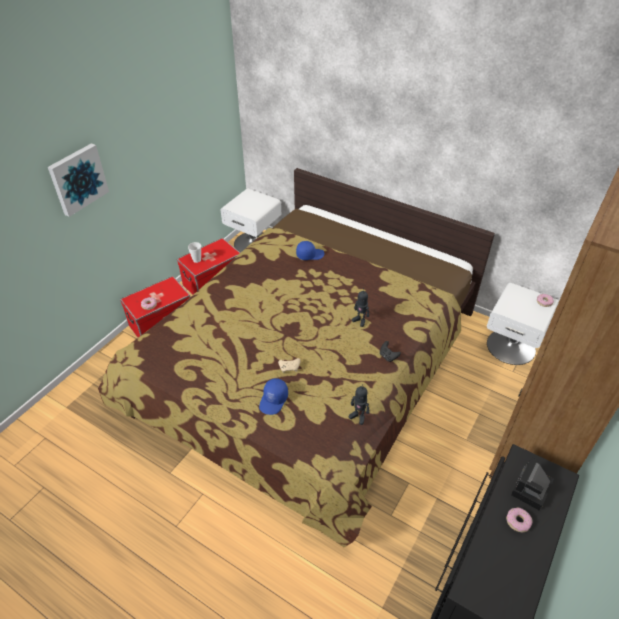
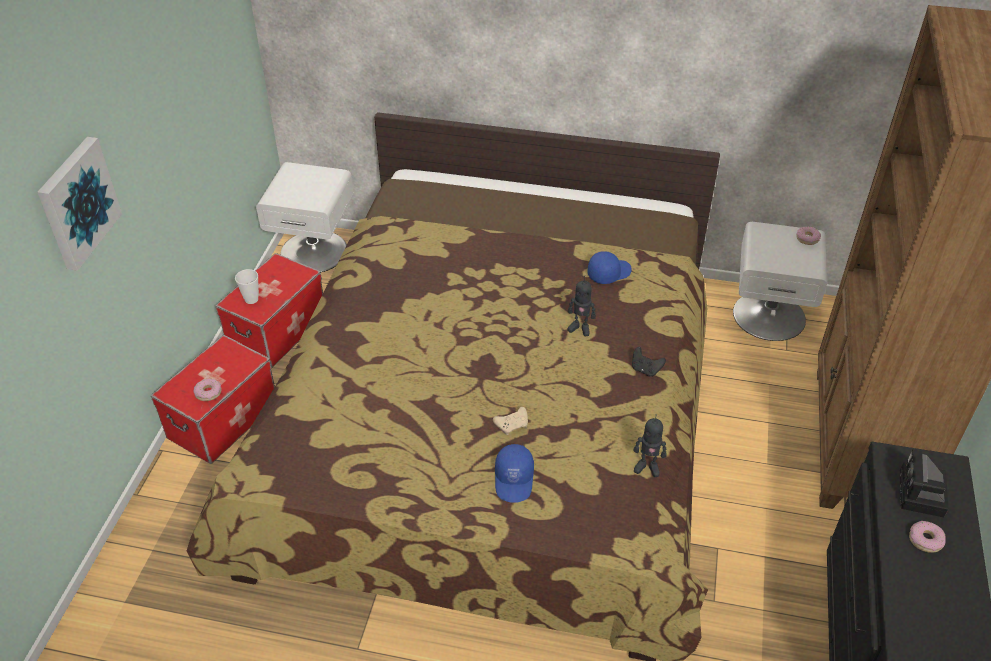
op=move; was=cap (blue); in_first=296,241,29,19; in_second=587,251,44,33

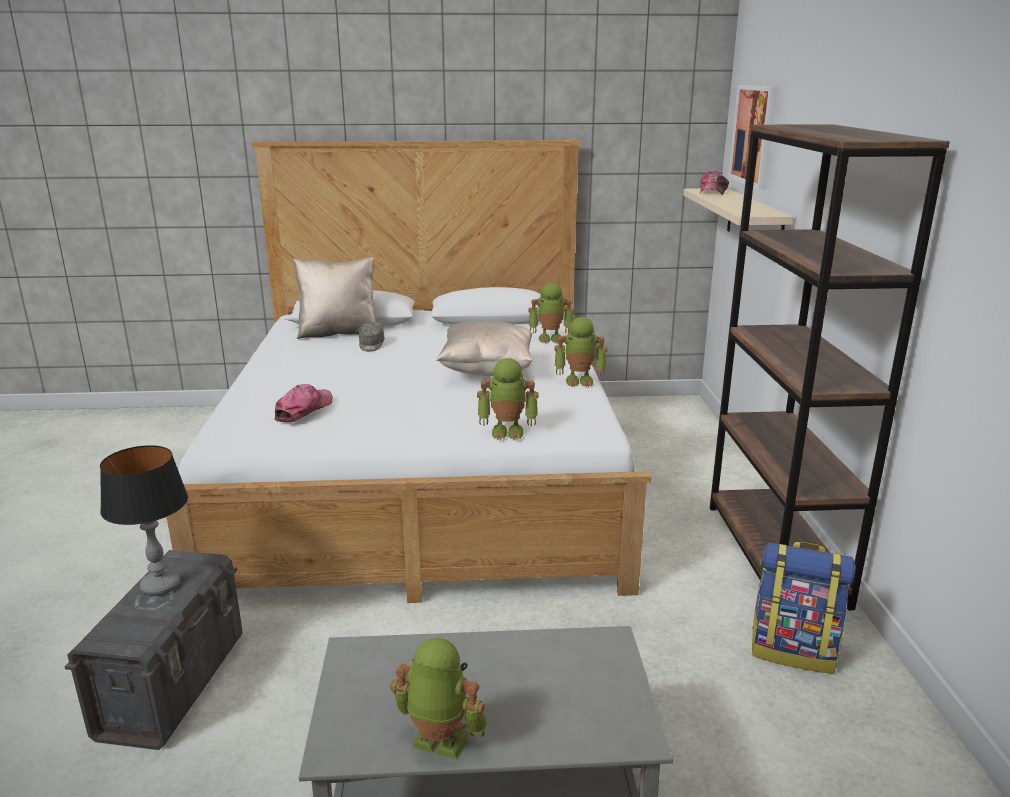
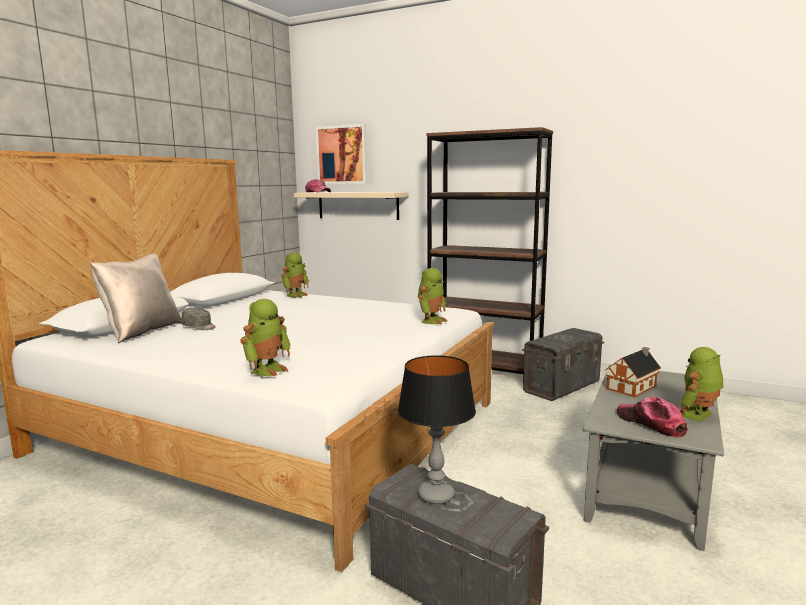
op=move; was=toy robot; in_first=554,317,53,71; in_second=240,299,51,77
op=delete; was=pillow (beige); in_first=436,320,96,56
op=move; was=cap; in_first=274,384,59,39; in_second=617,397,71,41
op=replace; was=backpack; now=storage box (grey); in_first=752,542,104,132; in_second=522,328,82,73
op=insert; now=toy house; in_second=605,347,56,50

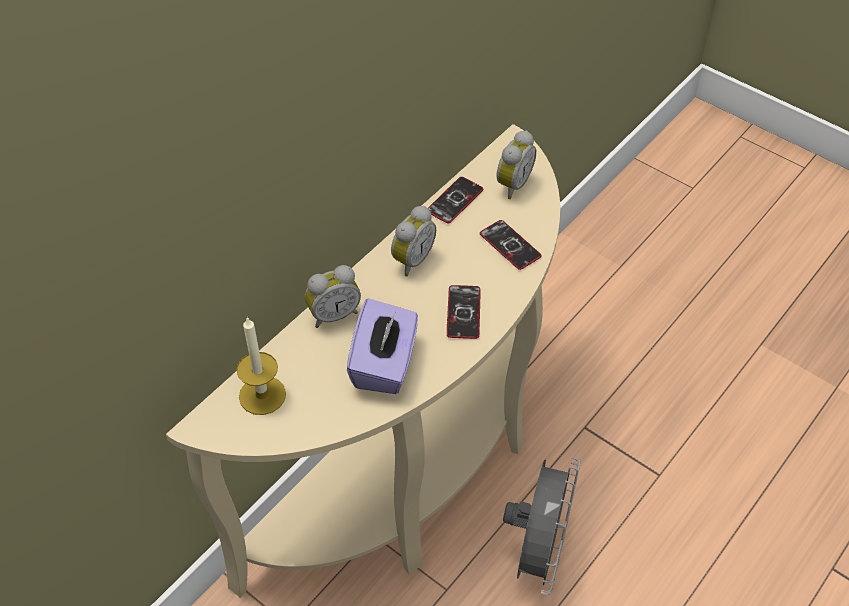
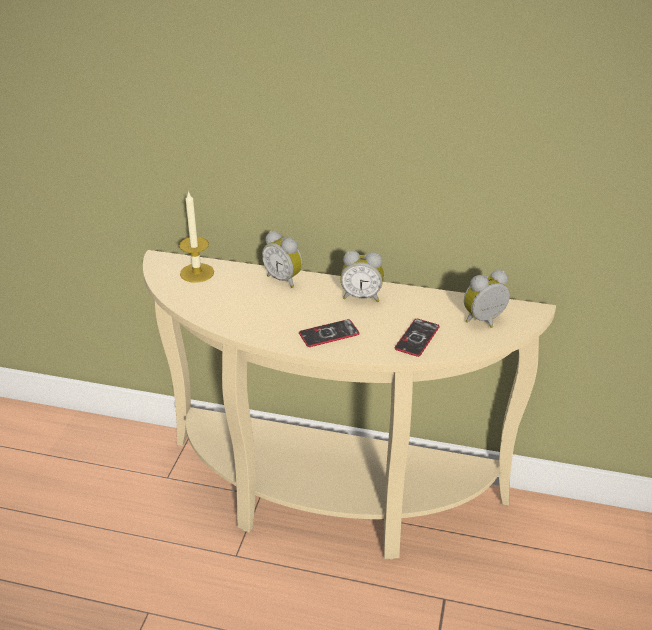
op=rotate; was=alarm clock; in_first=496,130,40,69; in_second=464,270,46,58; clockwise=150
op=delete; was=phone; in_first=428,177,55,46
op=delete; was=tissue box (purple); in_first=347,298,71,96
op=delete; was=fan (grey); in_first=503,457,77,138

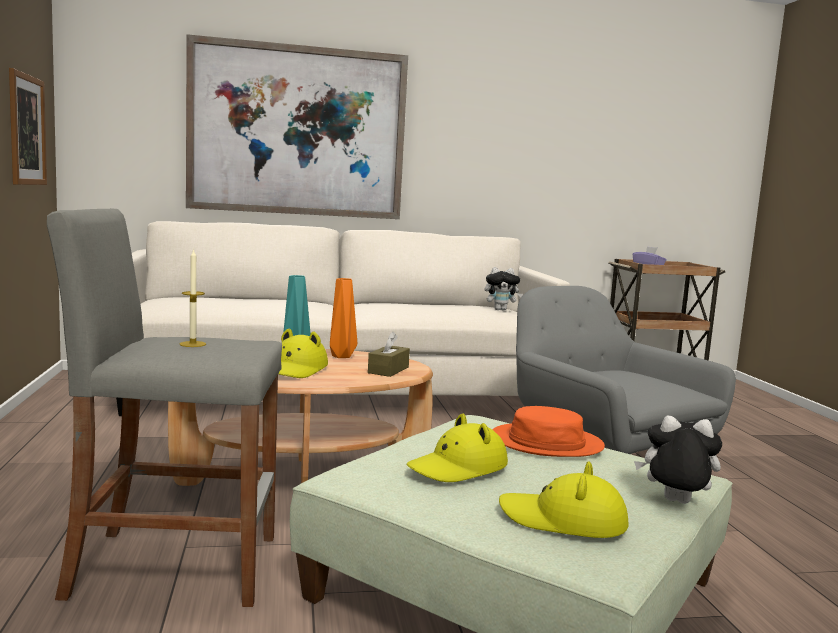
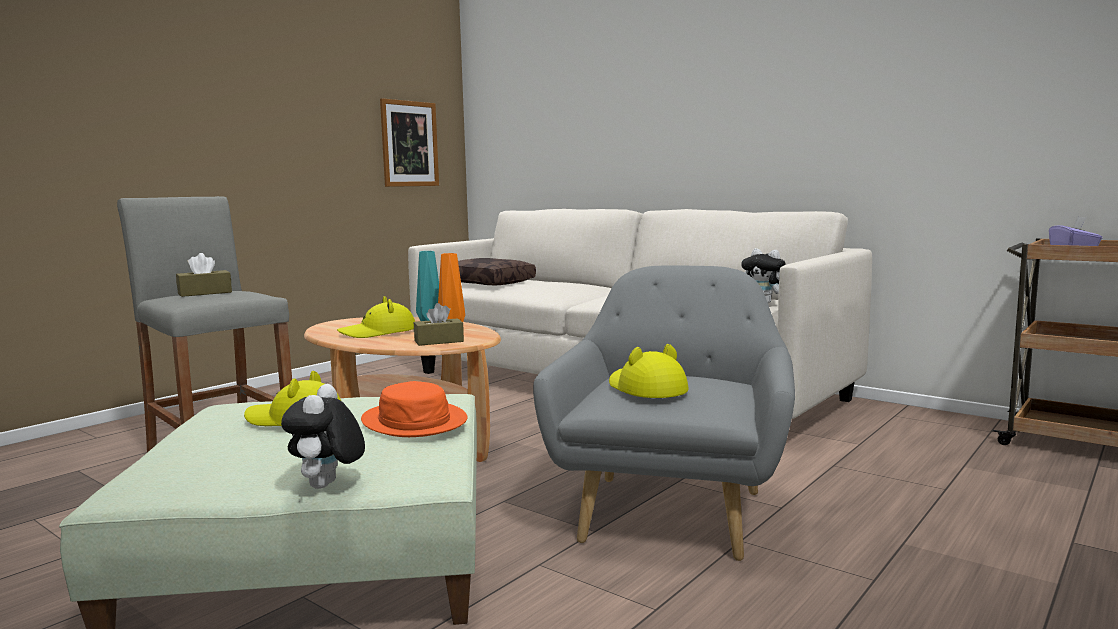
op=delete; was=picture; in_first=186,34,222,185
op=replace; was=candle; now=tissue box (brown); in_first=180,249,26,98; in_second=176,253,56,44
op=rotate; was=plush toy; in_first=634,415,88,89; in_second=281,384,84,105; clockwise=-150
op=move; was=hat (yellow); in_first=499,461,130,77; in_second=609,344,80,54
op=insert; now=pillow (brown); in_second=458,258,78,27

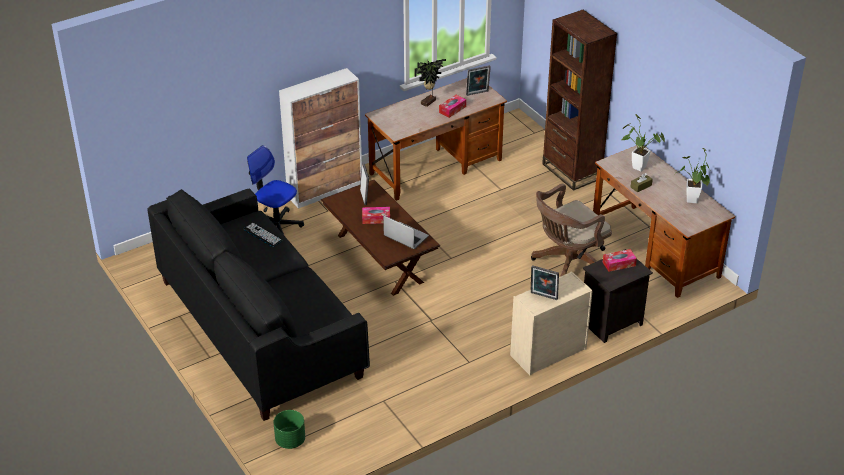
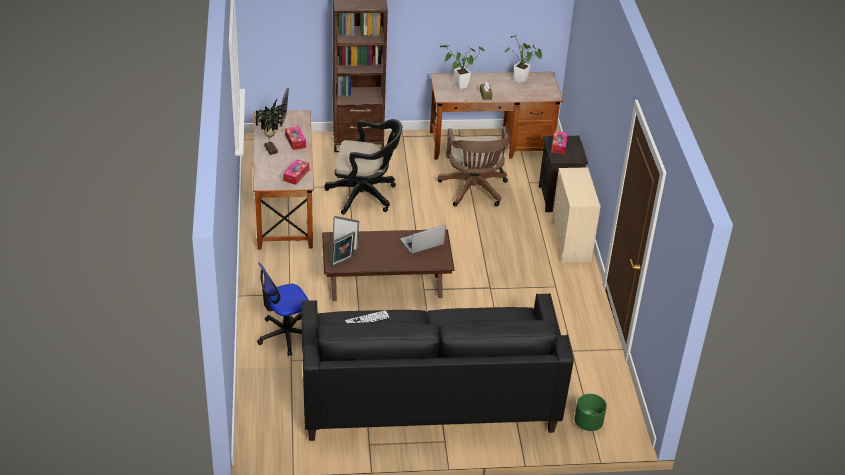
op=delete; was=cabinet; in_first=279,68,83,141
op=move; was=tissue box; in_first=362,207,28,17; in_second=283,159,26,26
op=move; was=picture frame; in_first=531,265,28,35; in_second=331,231,24,36
op=insert; now=office chair (black); in_second=325,119,77,95

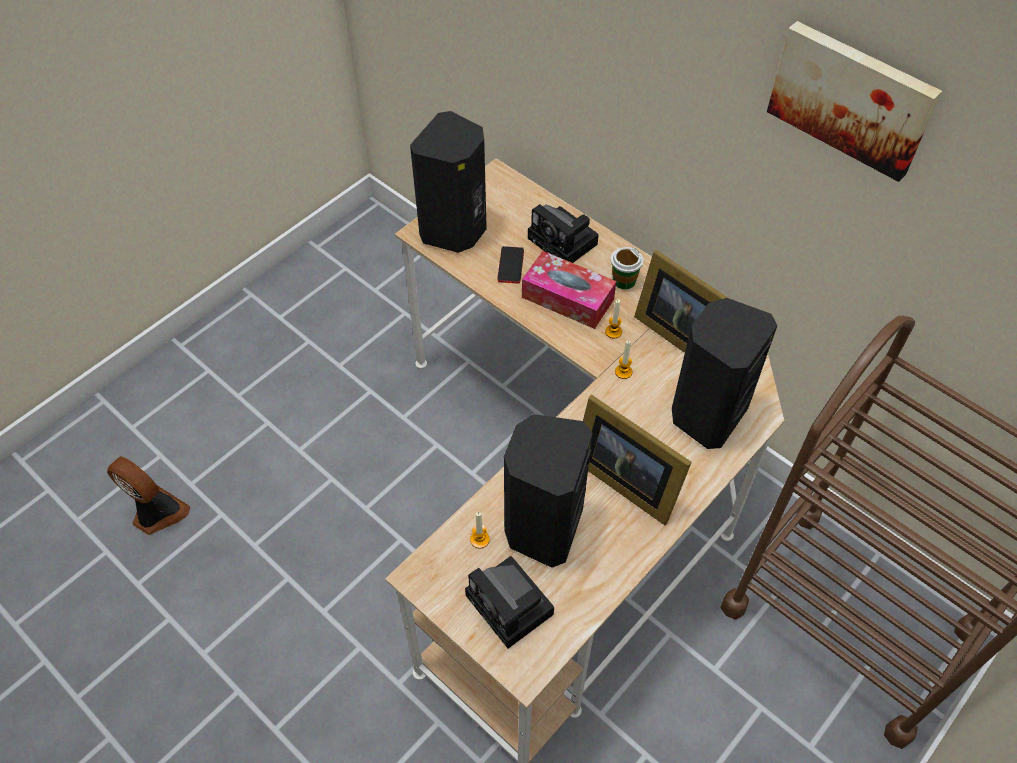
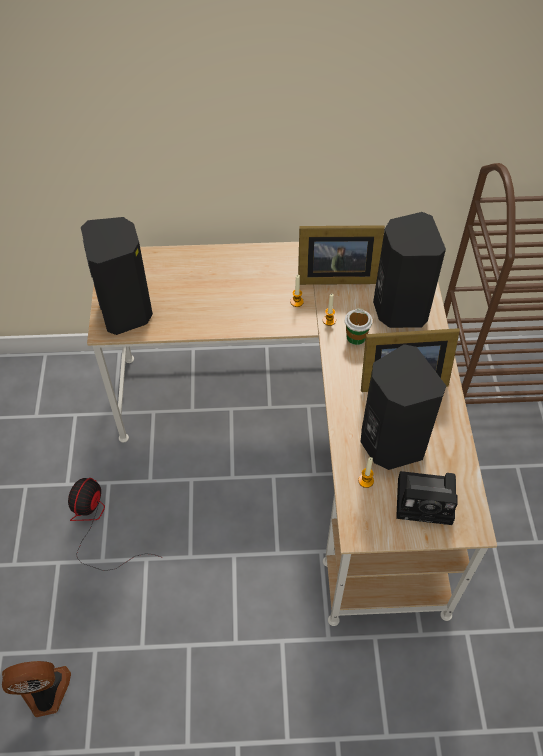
op=delete; was=picture; in_first=767,21,175,161
op=delete; was=photo camera; in_first=528,204,71,59
op=delete; was=phone; in_first=497,246,27,38
op=move; was=cup; in_first=611,247,33,42; in_second=345,308,28,37
op=delete; was=tissue box; in_first=522,251,94,78
op=insert; now=fan; in_second=68,478,93,93

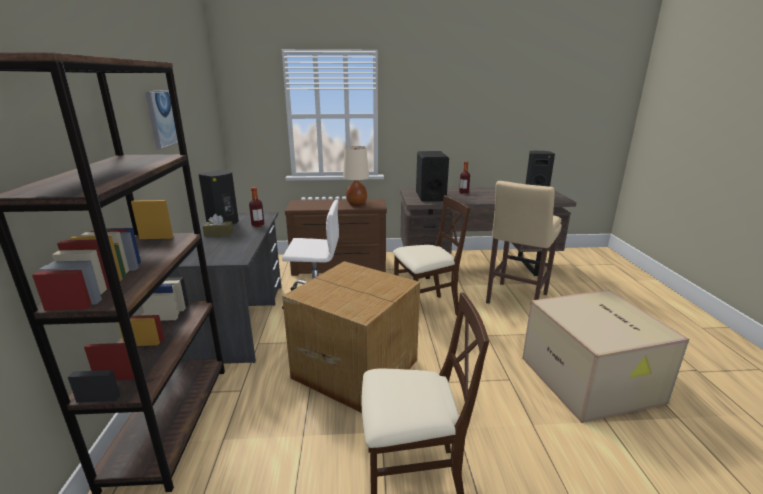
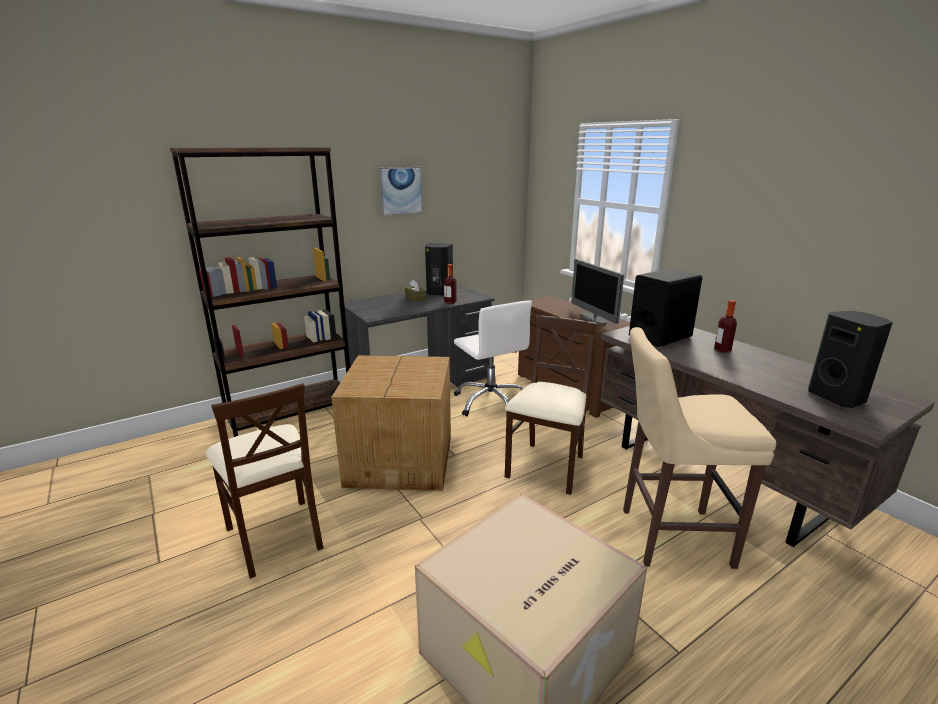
op=replace; was=table lamp (beige); now=monitor; in_first=343,146,26,60; in_second=571,259,53,66
op=rotate; was=chair (beige); in_first=393,196,77,120; in_second=505,315,92,180; clockwise=-105

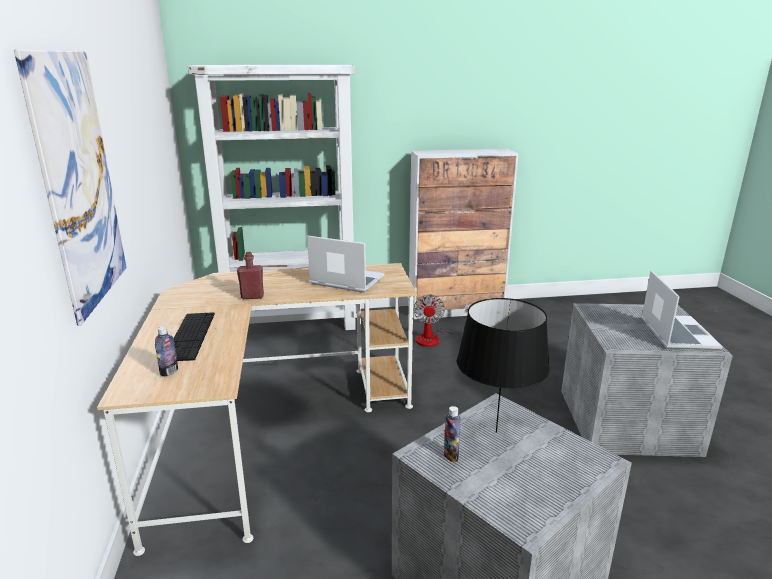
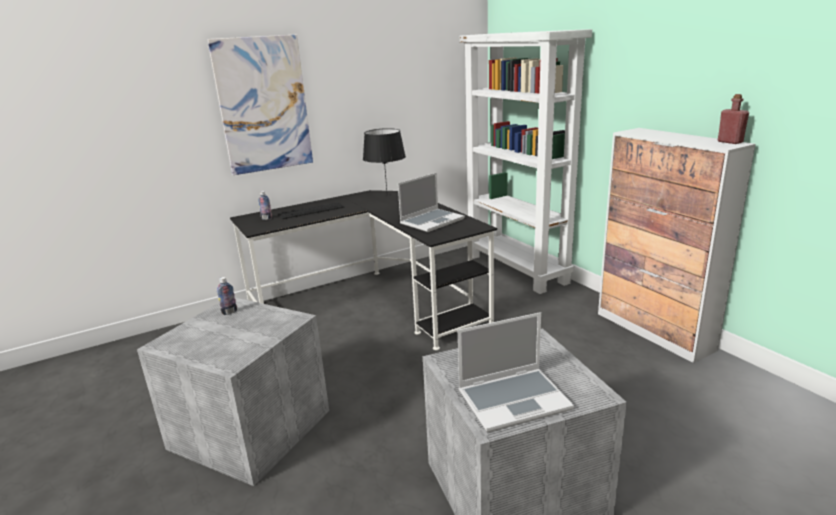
op=rotate; was=laptop; in_first=307,235,77,58; in_second=398,173,67,59; clockwise=45
op=move; was=bottle (red); in_first=237,252,27,47; in_second=718,94,31,50
op=recolor; was=desk (beige); now=desk (black); in_first=97,263,320,293; in_second=230,190,267,160
op=delete; was=fan; in_first=413,295,58,52
op=move; was=table lamp (black); in_first=457,298,93,135; in_second=363,128,43,63

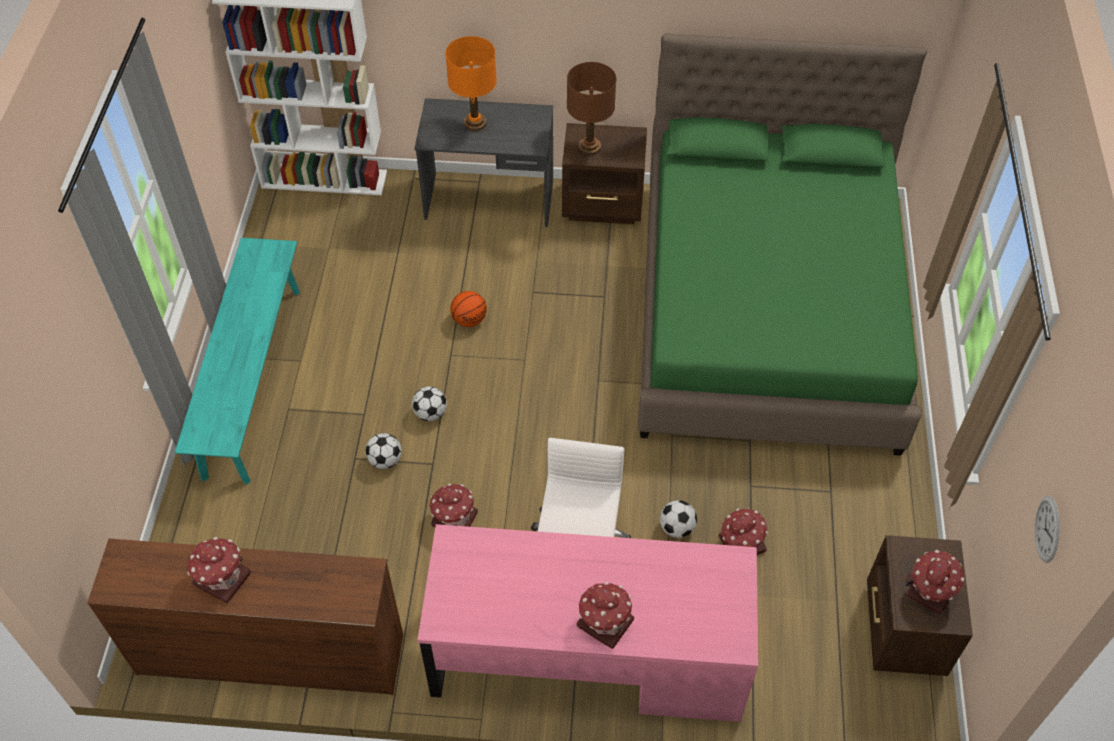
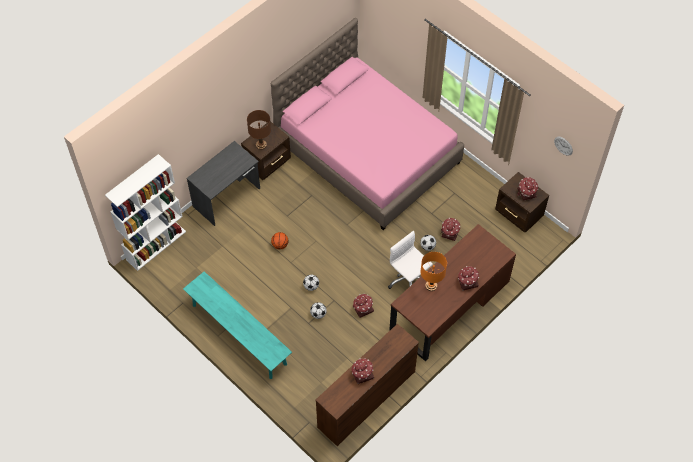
op=recolor; was=bed (green); now=bed (pink); in_first=638,33,289,423; in_second=271,18,193,212
op=move; was=table lamp (orange); in_first=445,36,52,95; in_second=420,252,27,39
op=recolor; was=desk (pink); now=desk (brown); in_first=418,524,340,198; in_second=389,224,127,137

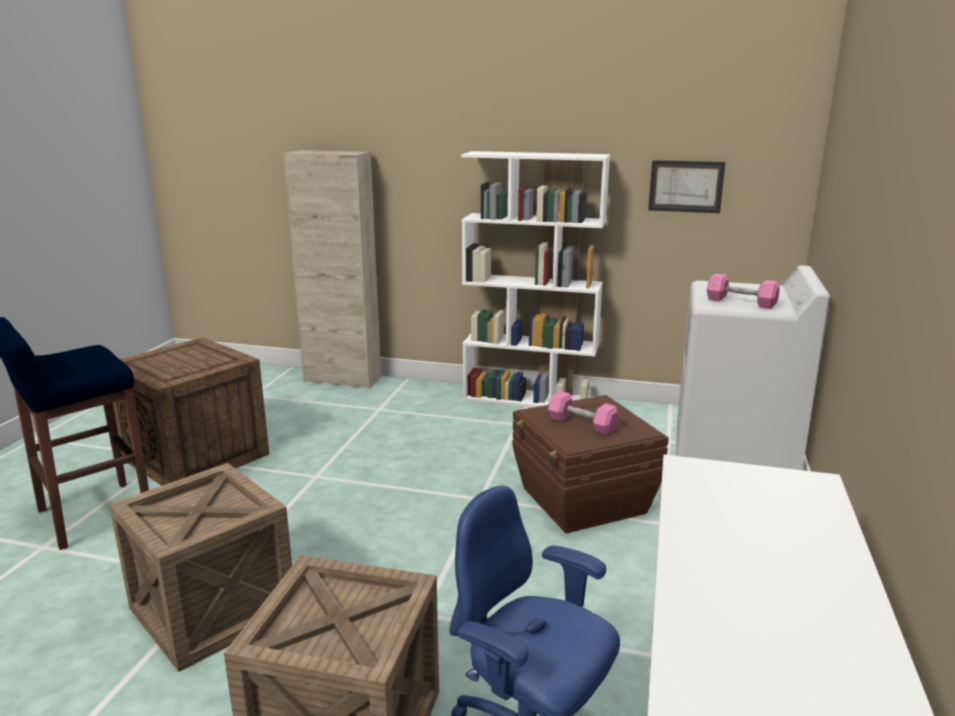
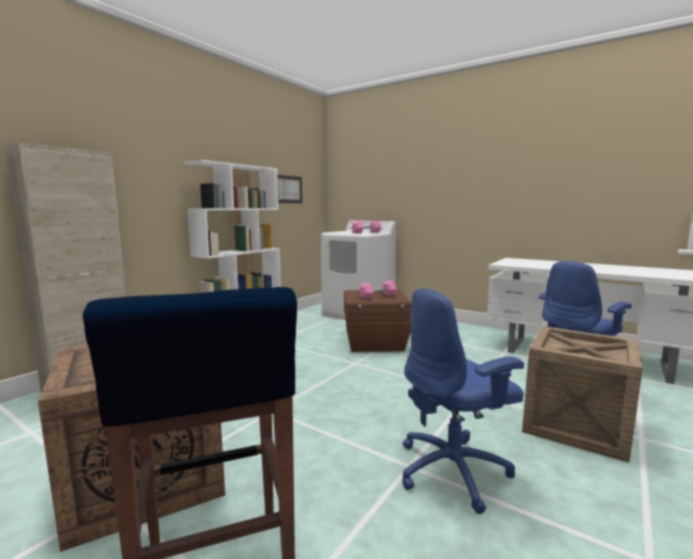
op=replace; was=crate; now=office chair (blue); in_first=109,463,183,209; in_second=402,288,122,226

